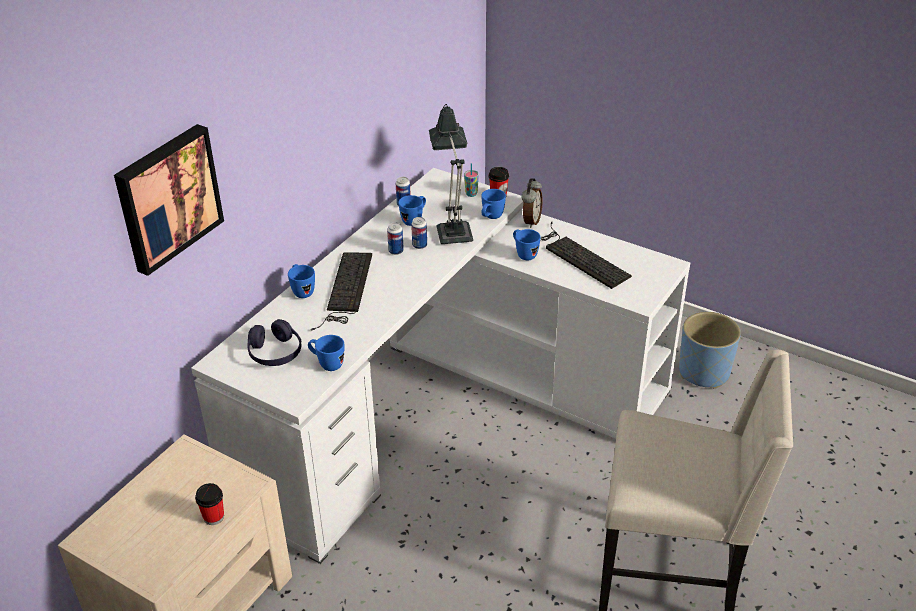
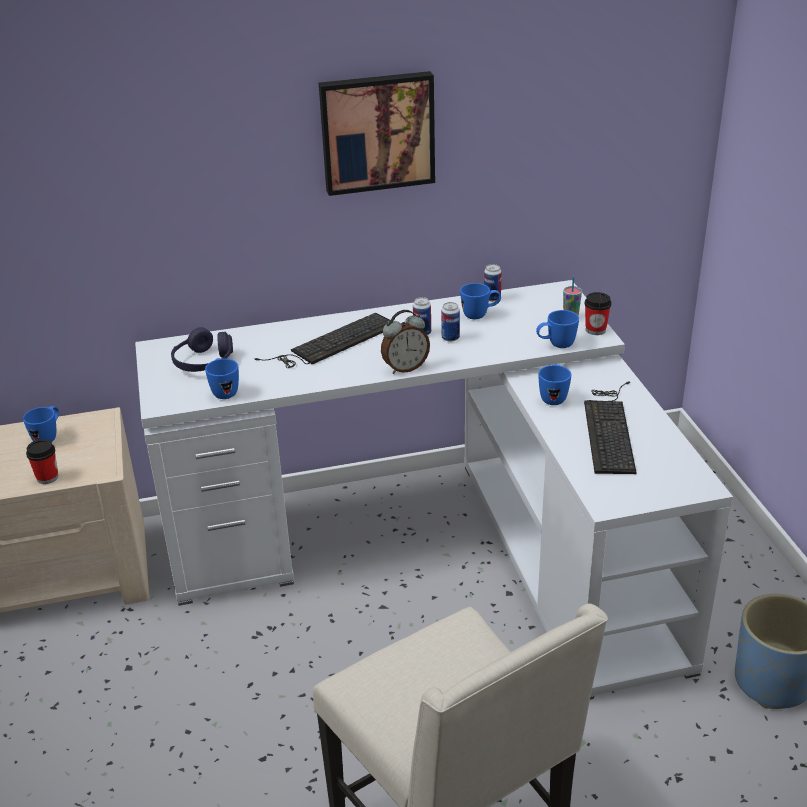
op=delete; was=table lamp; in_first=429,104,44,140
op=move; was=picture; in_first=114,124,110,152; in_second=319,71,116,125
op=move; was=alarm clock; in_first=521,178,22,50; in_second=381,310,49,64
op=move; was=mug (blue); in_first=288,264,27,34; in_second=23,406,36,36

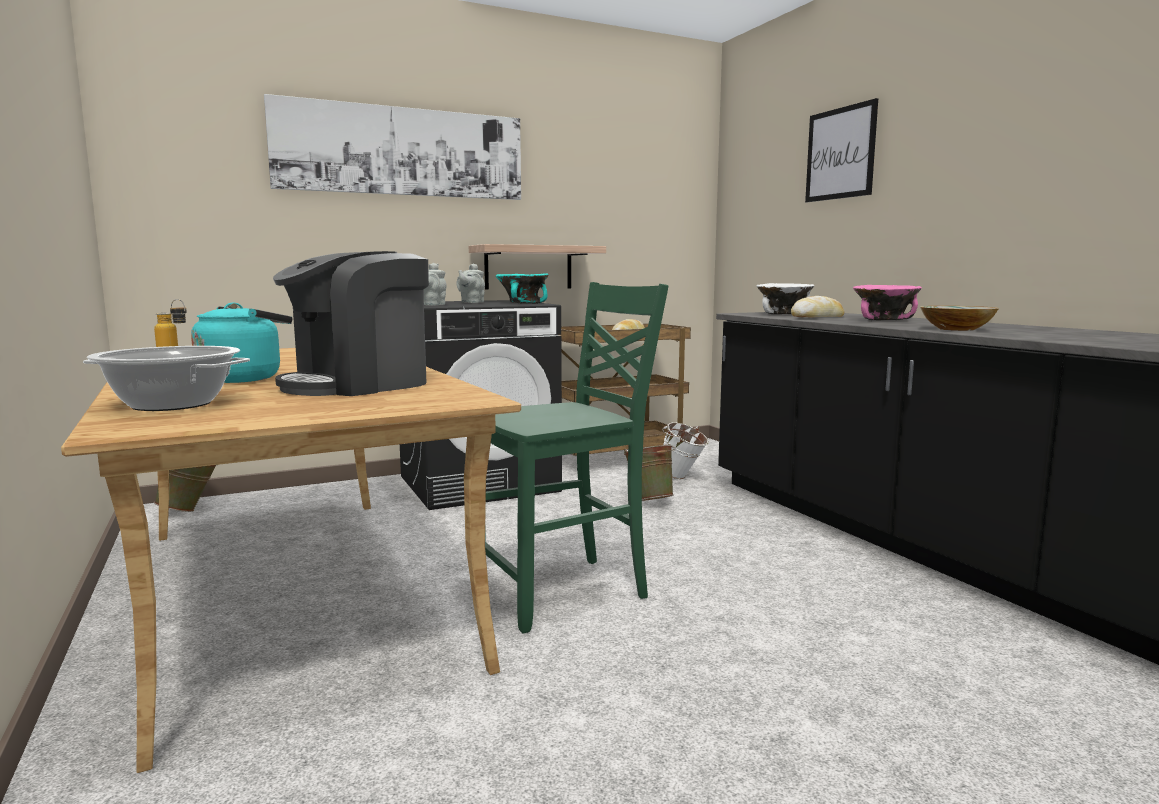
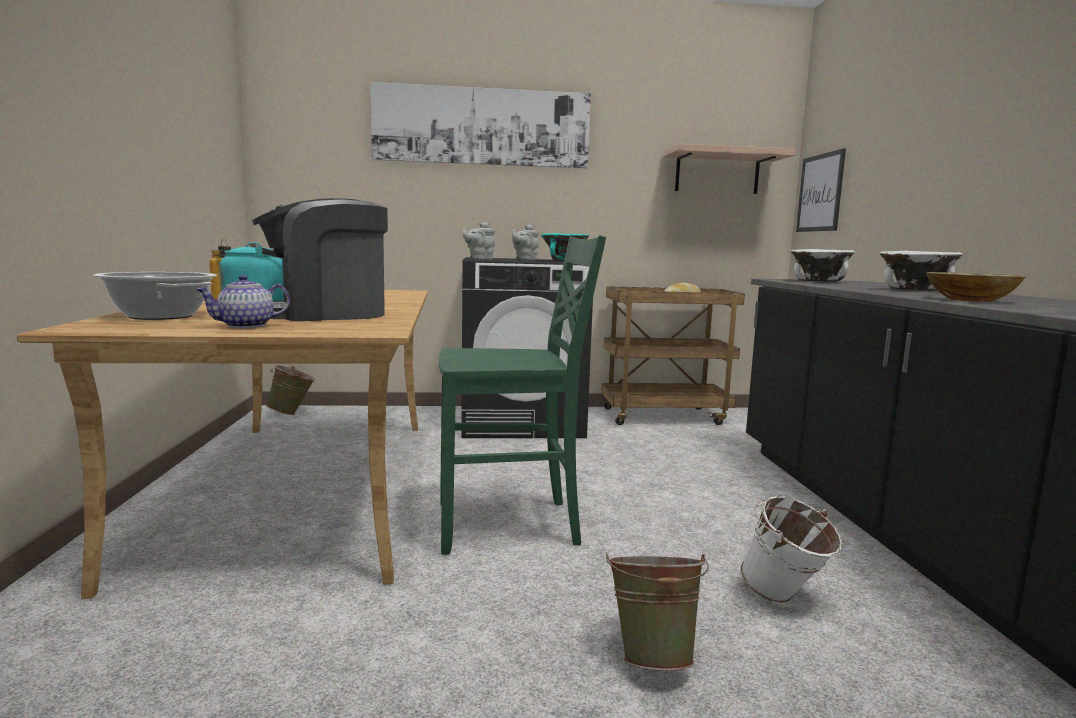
op=move; was=picture; in_first=805,98,73,104; in_second=796,148,50,84
op=move; was=shelf; in_first=469,244,137,45; in_second=663,144,133,50
op=recolor; was=bowl (pink); now=bowl (white); in_first=853,285,69,35; in_second=880,251,83,40
op=delete; was=bread; in_first=791,296,53,21
op=move; was=bucket (white); in_first=663,422,46,57; in_second=741,496,102,107
op=move; was=bucket (green); in_first=624,444,52,57; in_second=606,554,103,117
op=insert; now=teapot; in_second=195,275,95,53

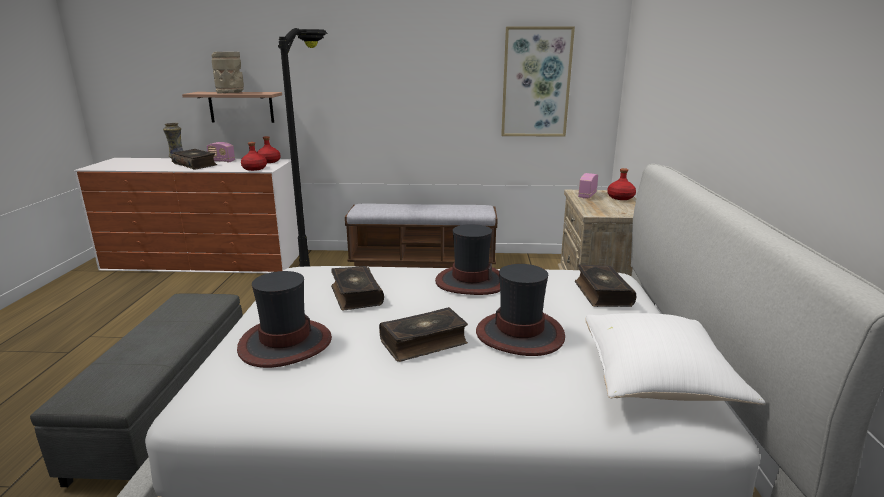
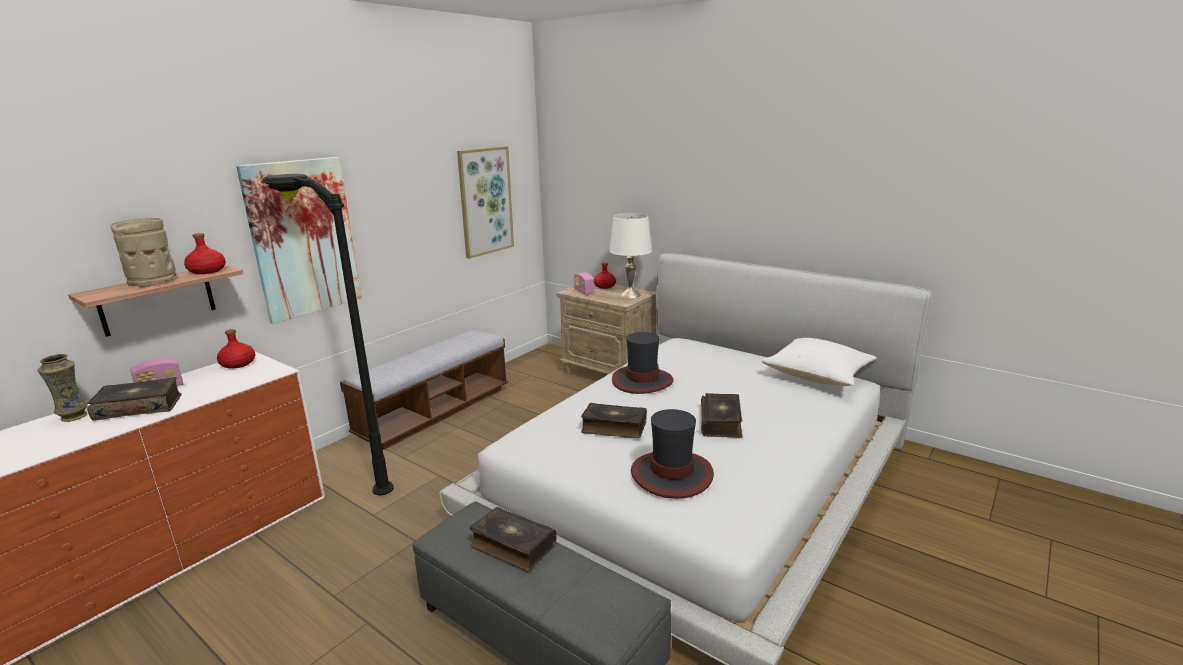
op=move; was=bottle (red); in_first=241,142,26,29; in_second=184,233,42,41
op=delete; was=hat; in_first=476,264,89,92
op=move; was=book; in_first=575,264,62,43; in_second=470,507,87,64
op=insert; now=picture; in_second=236,157,126,167
op=insert; now=table lamp (white); in_second=609,213,43,85

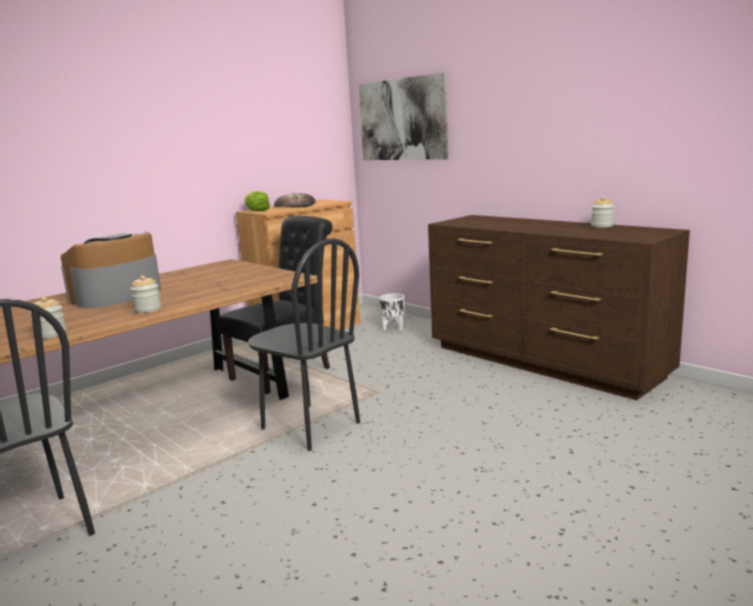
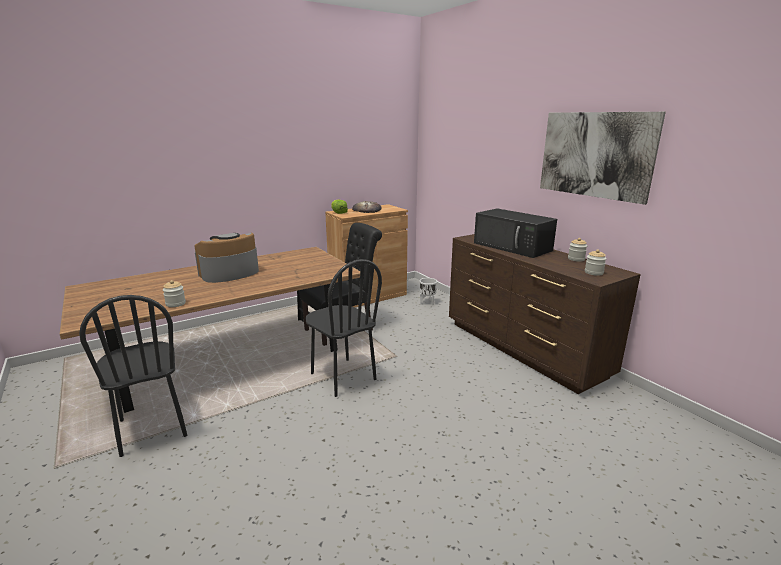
op=move; was=picture; in_first=359,72,89,88; in_second=540,112,126,93
op=move; was=jar; in_first=131,275,30,38; in_second=585,249,22,27
op=insert; now=microwave (black); in_second=474,208,83,50

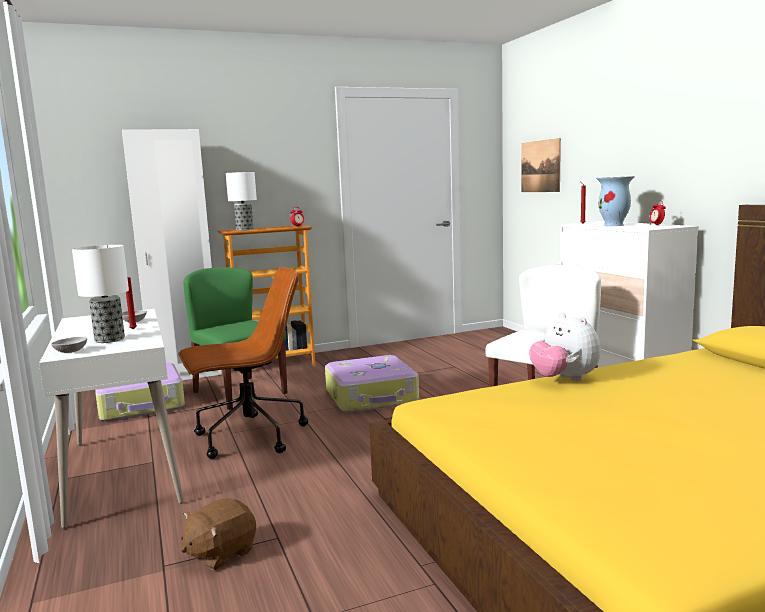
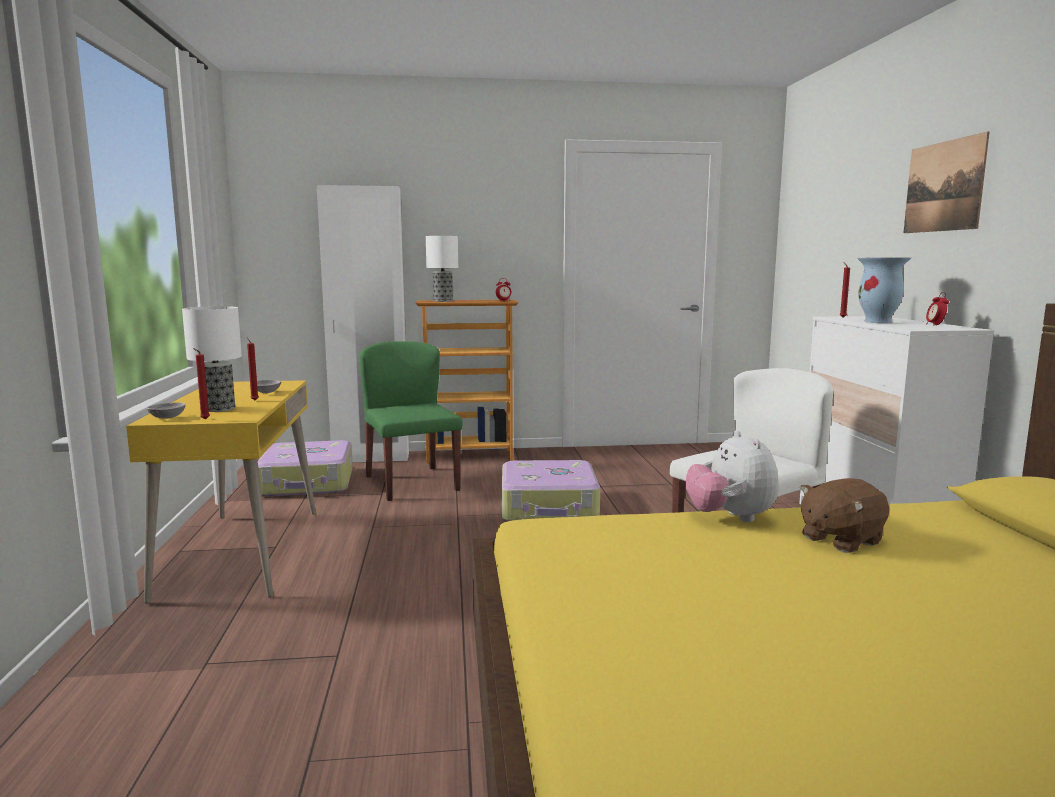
op=move; was=picture; in_first=522,138,39,54; in_second=904,132,85,101
op=delete; was=office chair (brown); in_first=178,267,130,192
op=recolor; was=desk (white); now=desk (yellow); in_first=39,309,145,220; in_second=126,380,190,224
op=move; was=plush toy (brown); in_first=181,498,75,72; in_second=800,478,89,75
op=insert; now=candle (red); in_second=193,348,17,72

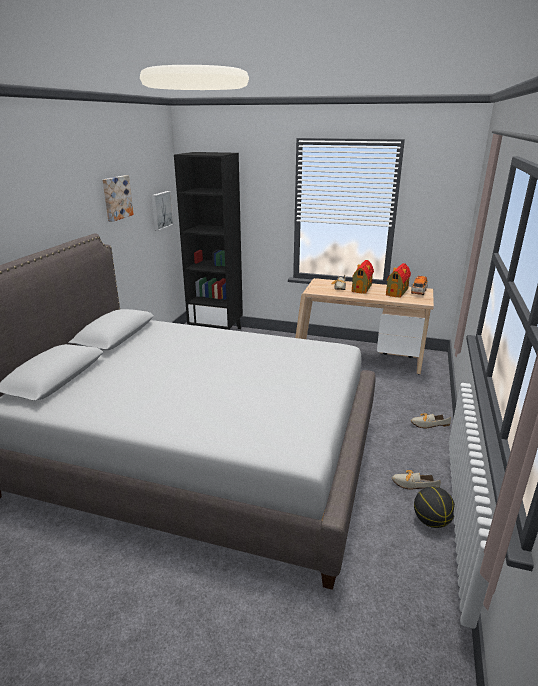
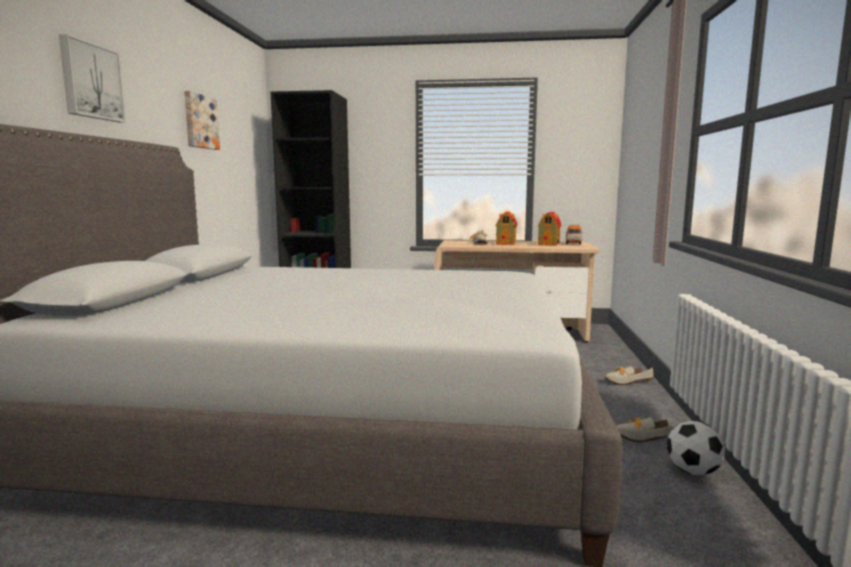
op=move; was=picture; in_first=151,191,23,40; in_second=59,34,67,88
op=replace; was=basketball; now=football; in_first=414,486,41,42; in_second=667,421,58,54

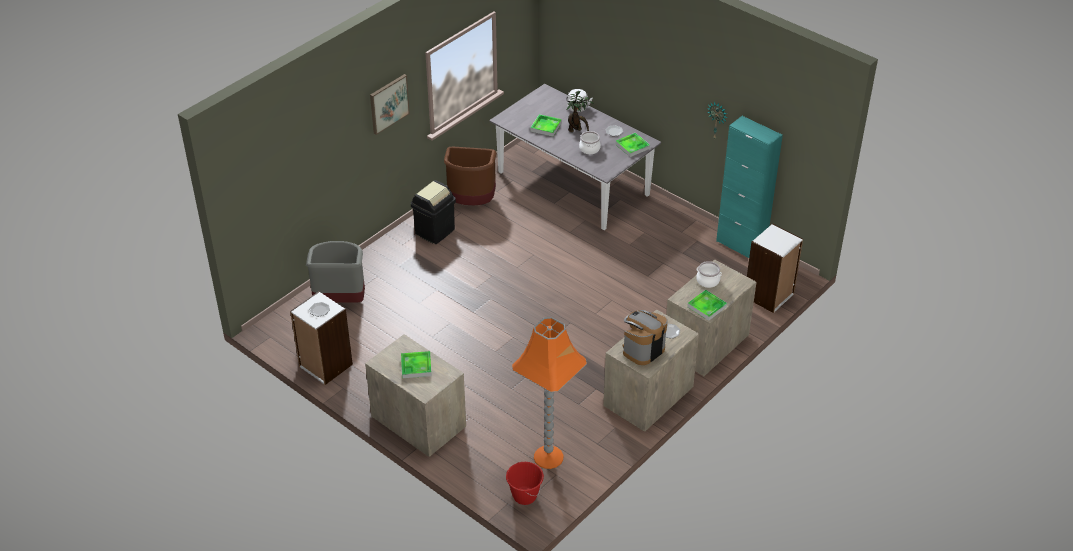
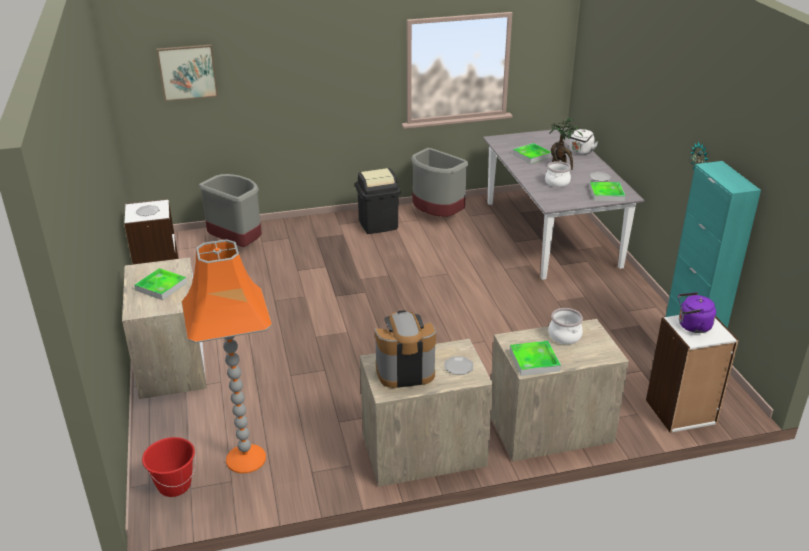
op=move; was=picture; in_first=370,74,40,61; in_second=157,44,61,57
op=recolor; was=trash can (brown); now=trash can (grey); in_first=444,147,52,58; in_second=411,148,57,69
op=insert; now=kettle (purple); in_second=678,292,38,41

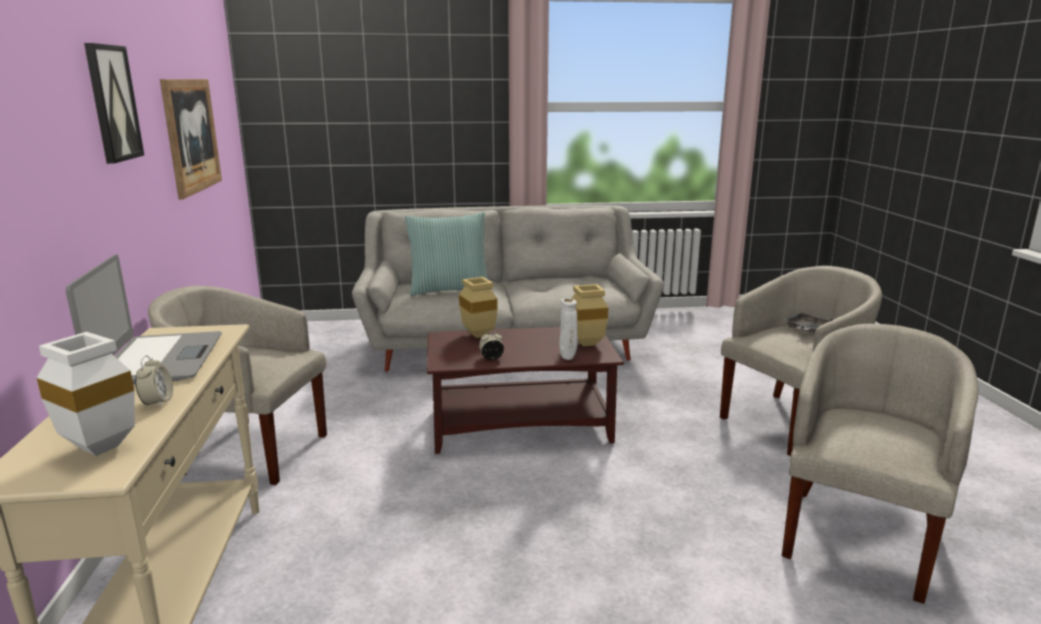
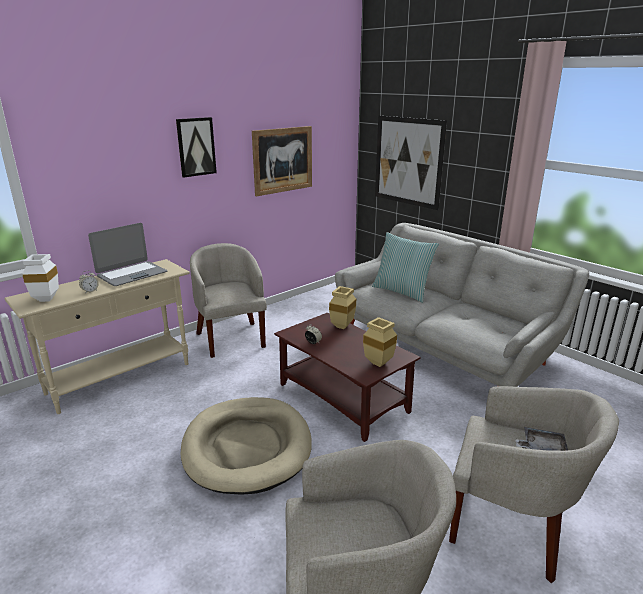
op=delete; was=vase (white); in_first=560,298,18,62
op=insert; now=picture; in_second=375,116,72,94
op=insert; now=dog bed (beige); in_second=181,397,131,98

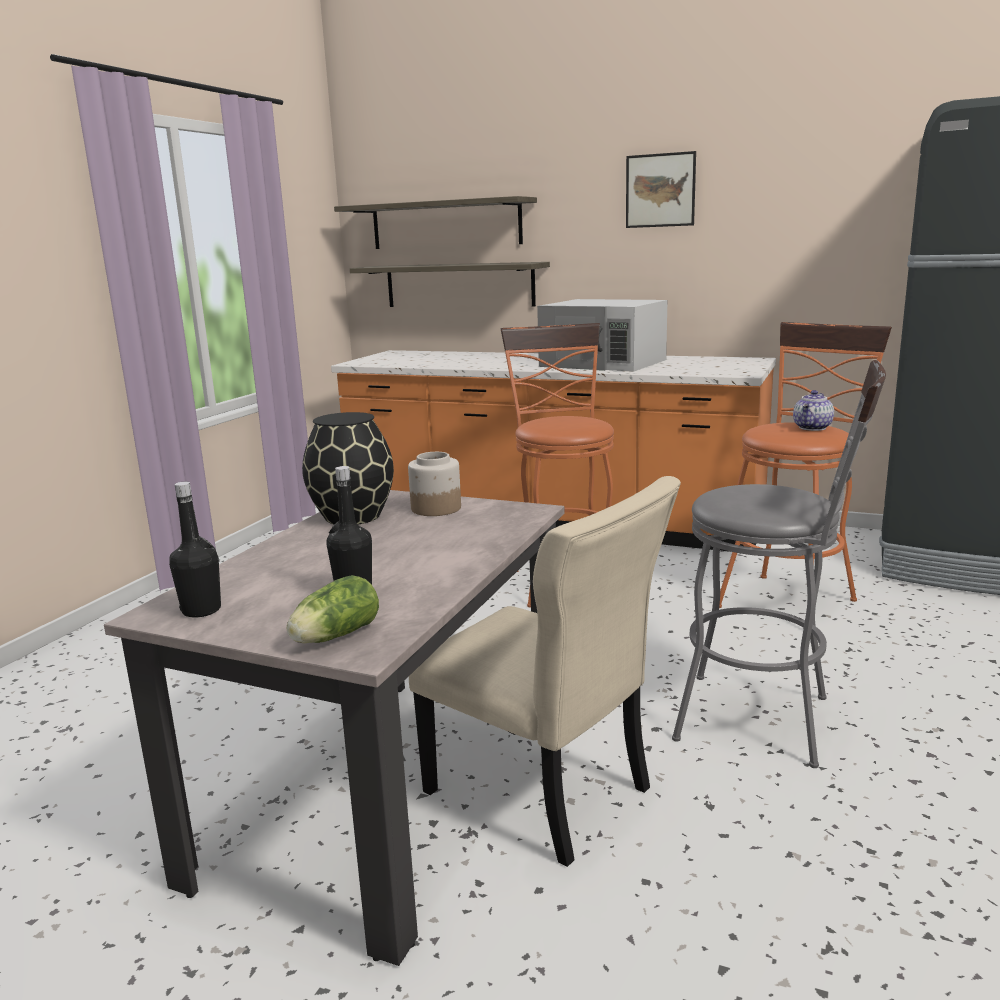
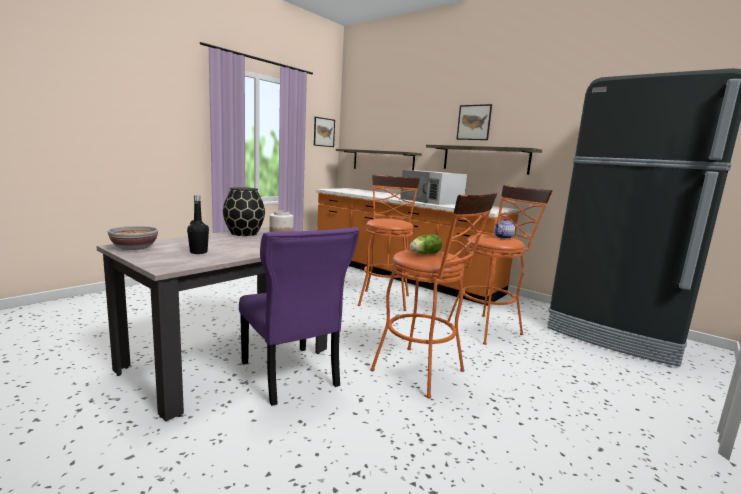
op=move; was=shelf; in_first=334,196,203,53; in_second=426,145,116,30
op=recolor; was=stool (grey); now=stool (orange); in_first=672,360,214,408; in_second=370,193,127,206
op=recolor; was=chair (beige); now=chair (purple); in_first=409,476,272,391; in_second=239,227,120,179
op=replace; was=bottle (black); now=bowl; in_first=169,482,52,136; in_second=108,226,50,24
op=move; was=lettuce; in_first=287,575,92,68; in_second=410,234,32,20
op=insert; now=picture; in_second=314,117,21,30

